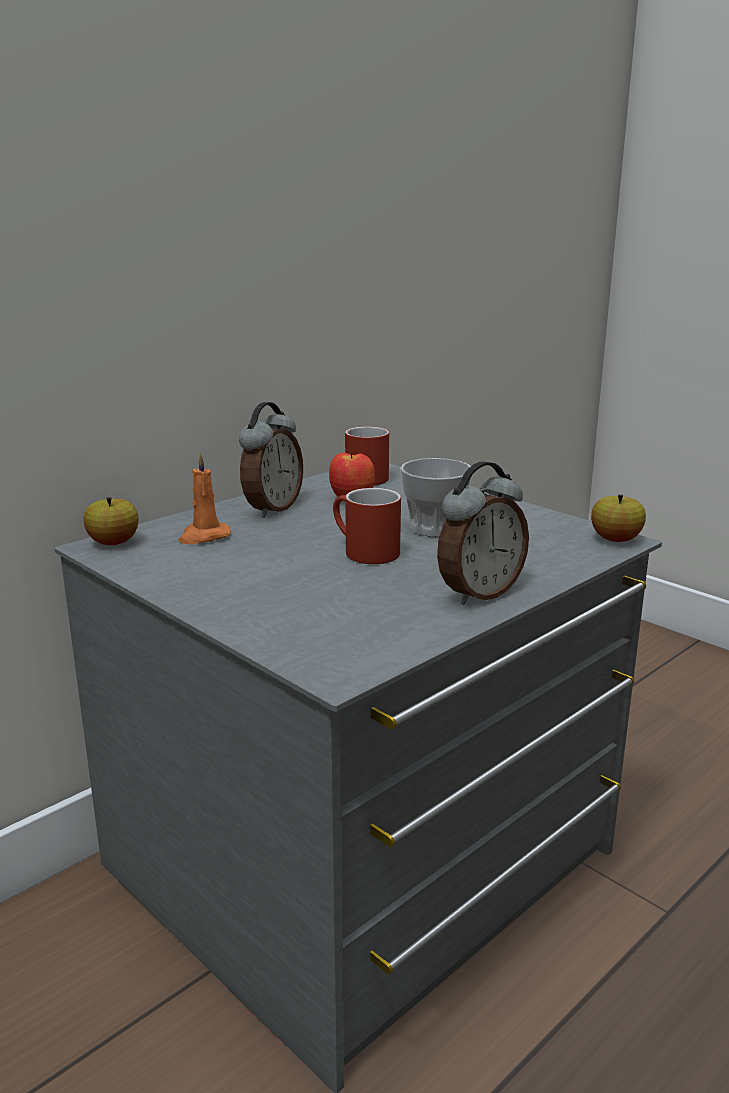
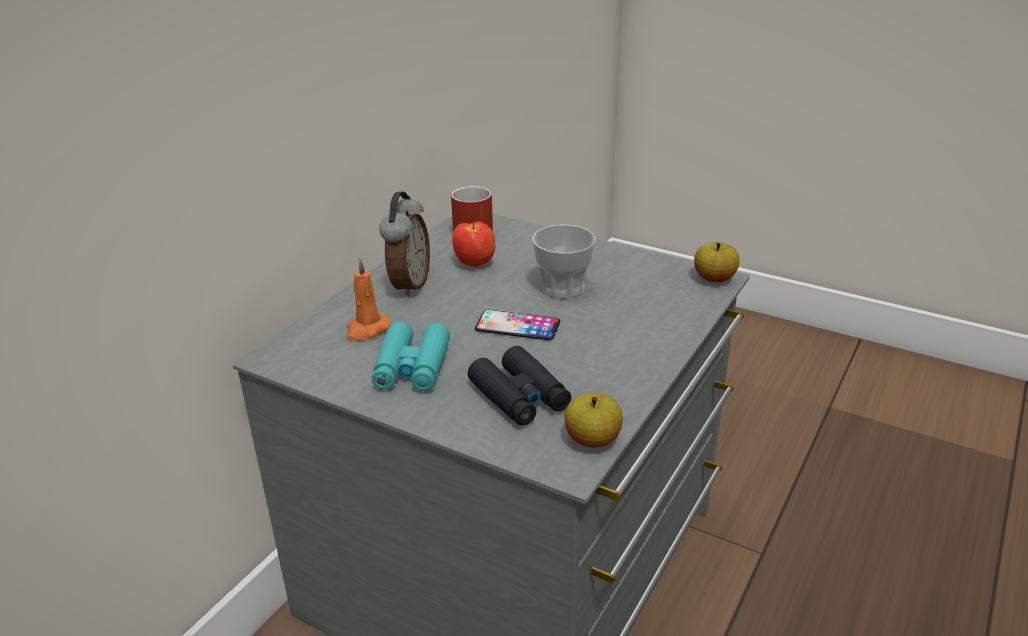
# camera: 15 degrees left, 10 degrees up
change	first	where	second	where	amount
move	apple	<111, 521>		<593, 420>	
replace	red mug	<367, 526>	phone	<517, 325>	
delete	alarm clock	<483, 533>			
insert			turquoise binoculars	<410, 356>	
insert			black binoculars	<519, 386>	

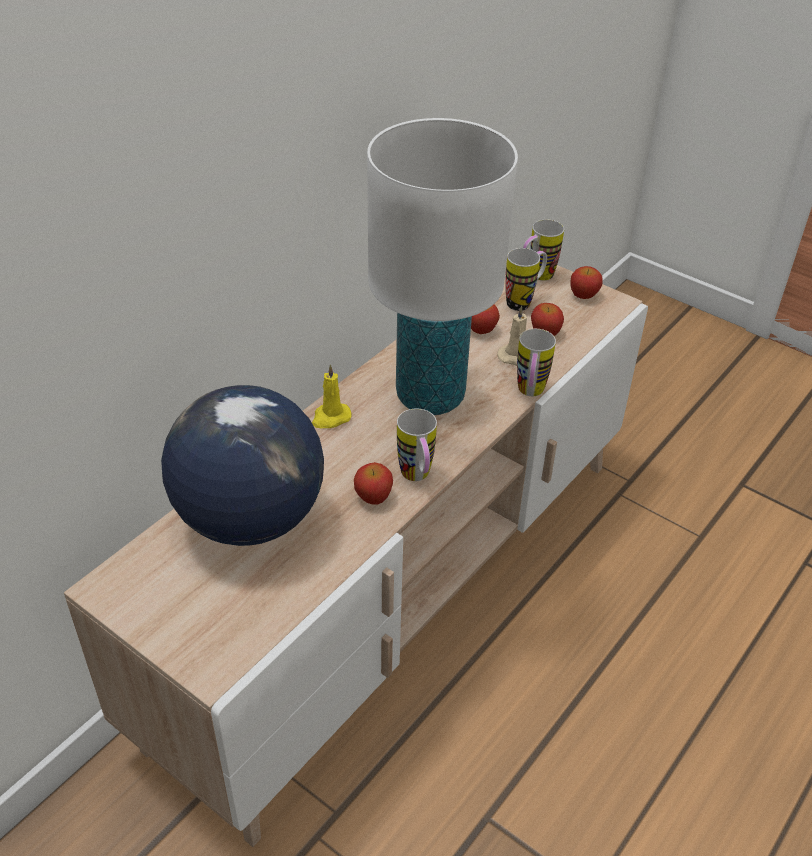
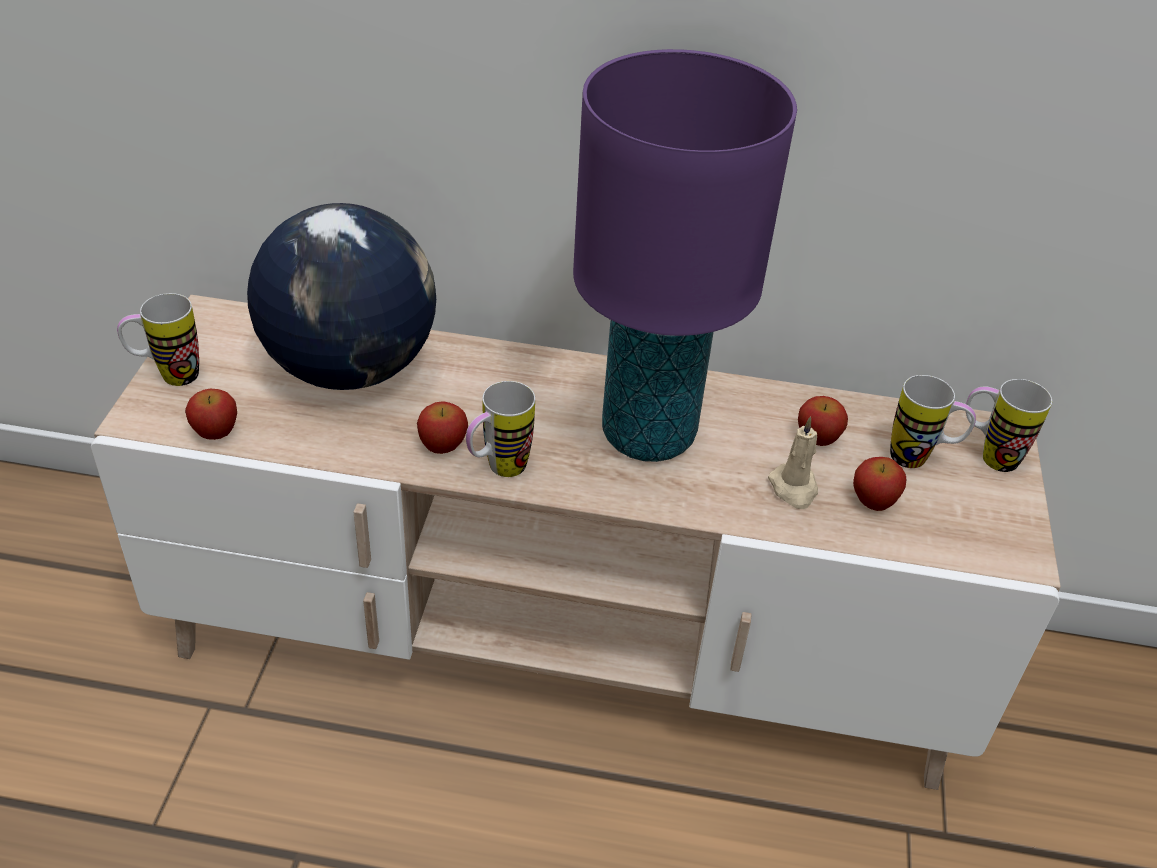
# camera: 60 degrees right, 0 degrees up
change	first	where	second	where	amount
delete	yellow candle	<331, 396>			
recolor	white table lamp	<442, 266>	purple table lamp	<685, 255>	
move	mug	<536, 362>		<158, 339>	
move	apple	<586, 282>		<211, 414>	

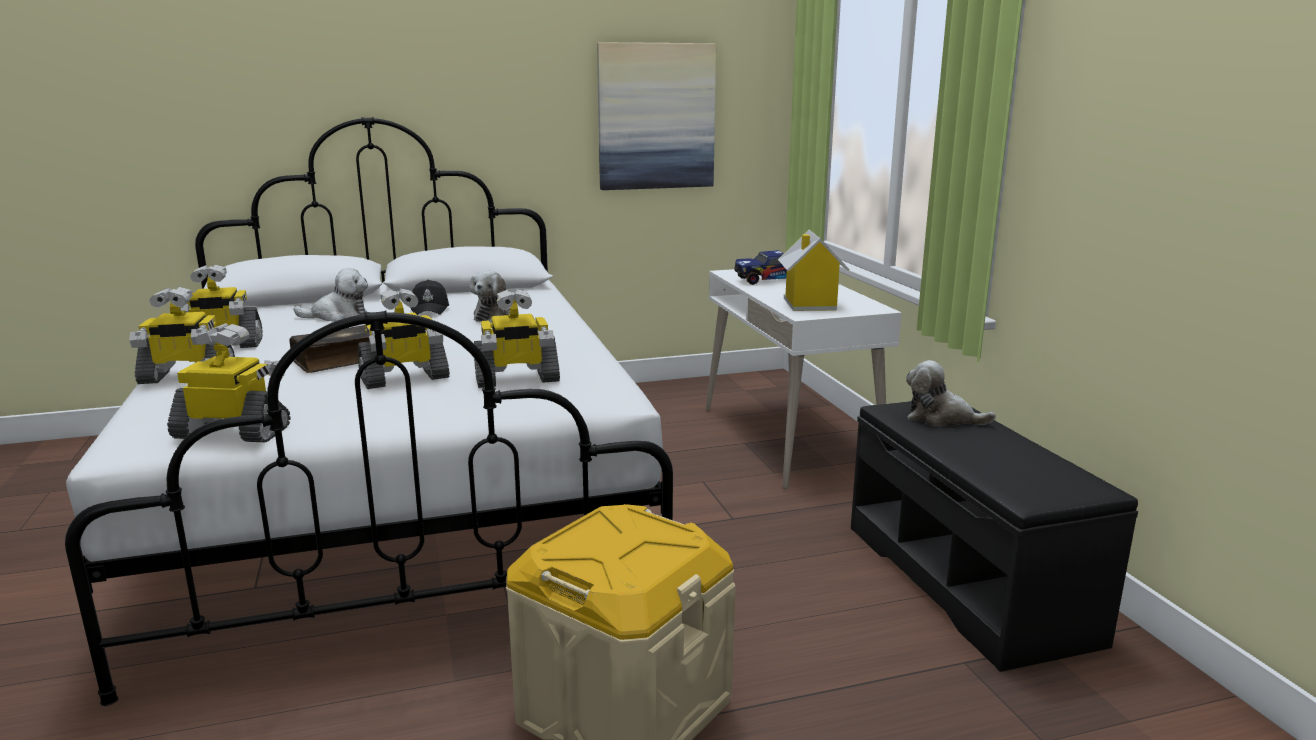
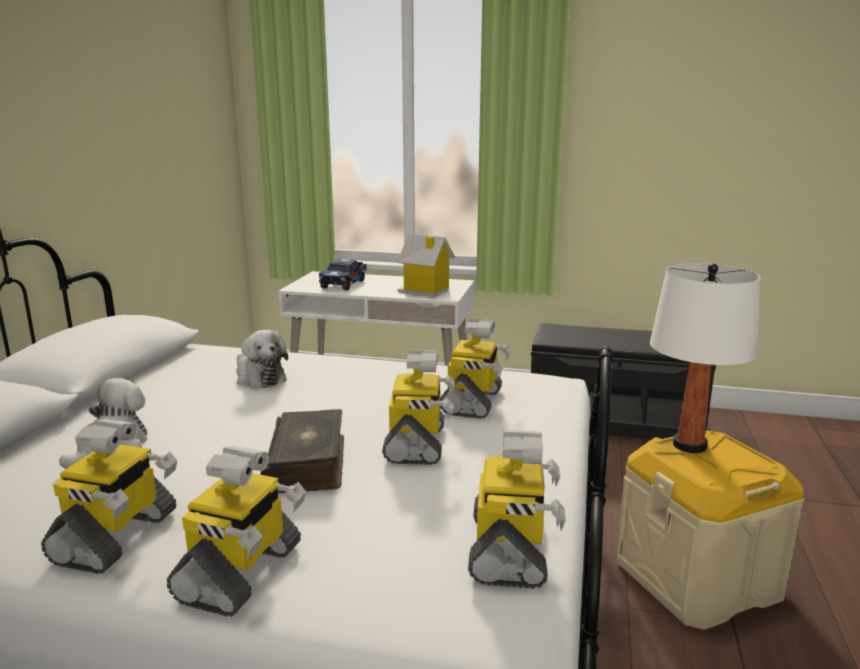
# camera: 60 degrees left, 0 degrees up
change	first	where	second	where	amount
rotate	toy robot	<228, 382>		<517, 509>	150 degrees clockwise
delete	black cap	<429, 297>			
delete	picture	<656, 116>			
delete	plush toy	<951, 393>			
insert			white table lamp	<705, 358>	

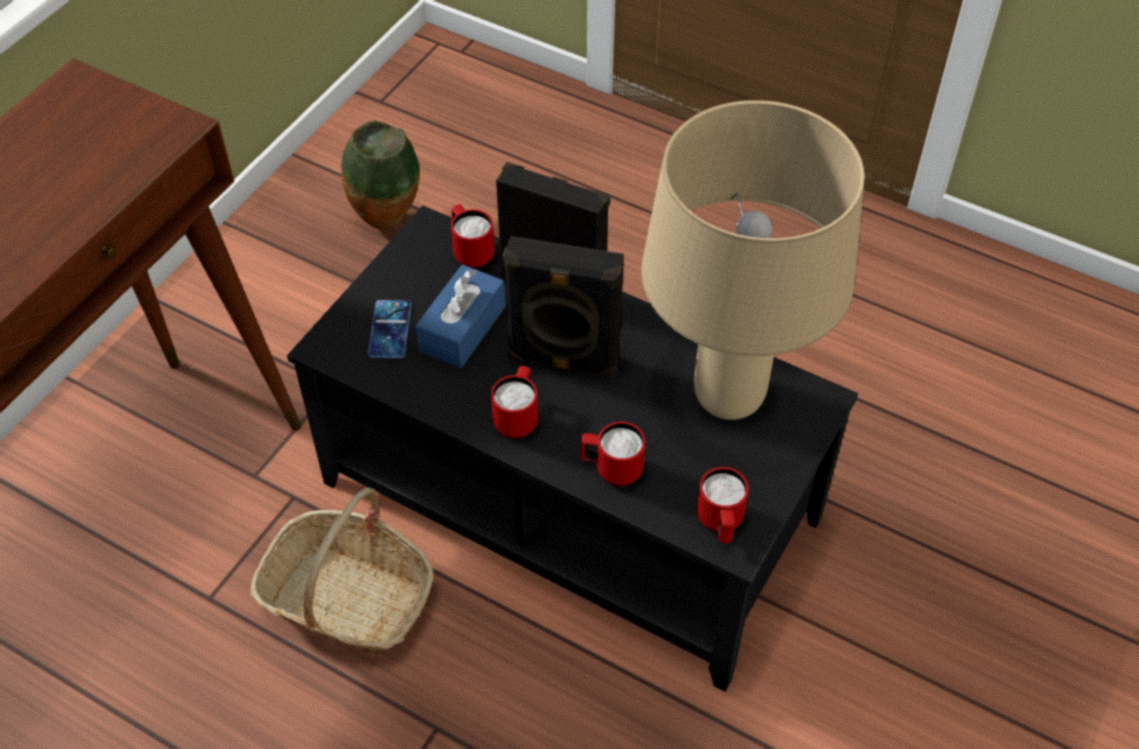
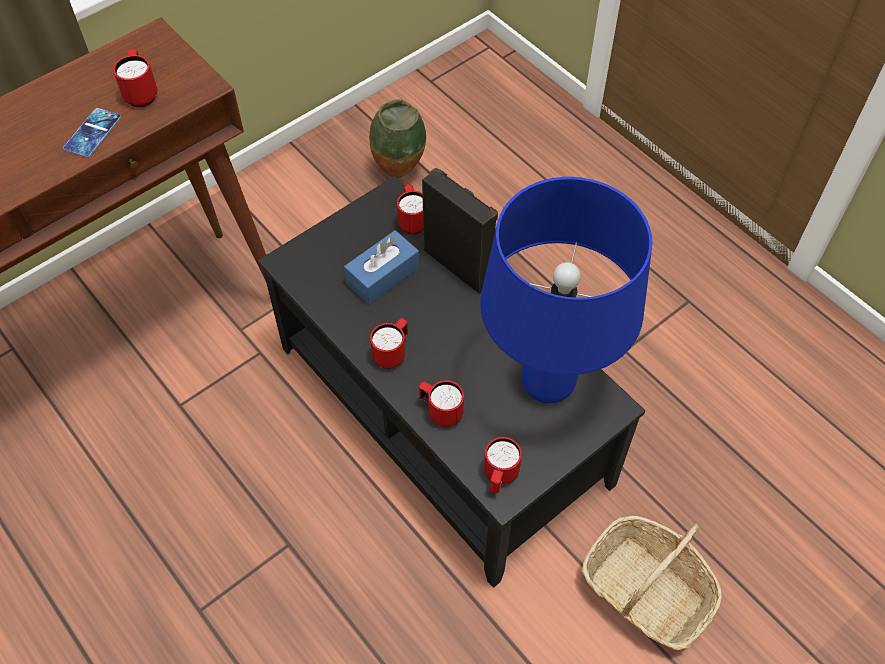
# camera: 20 degrees right, 5 degrees up
change	first	where	second	where	amount
move	basket	<342, 570>		<651, 582>	
move	phone	<389, 329>		<92, 132>	
delete	black speaker	<563, 306>			
recolor	beige table lamp	<753, 260>	blue table lamp	<566, 290>	
insert			red mug	<135, 78>	

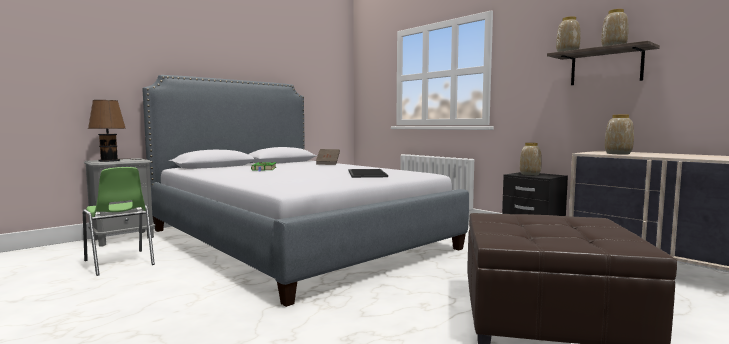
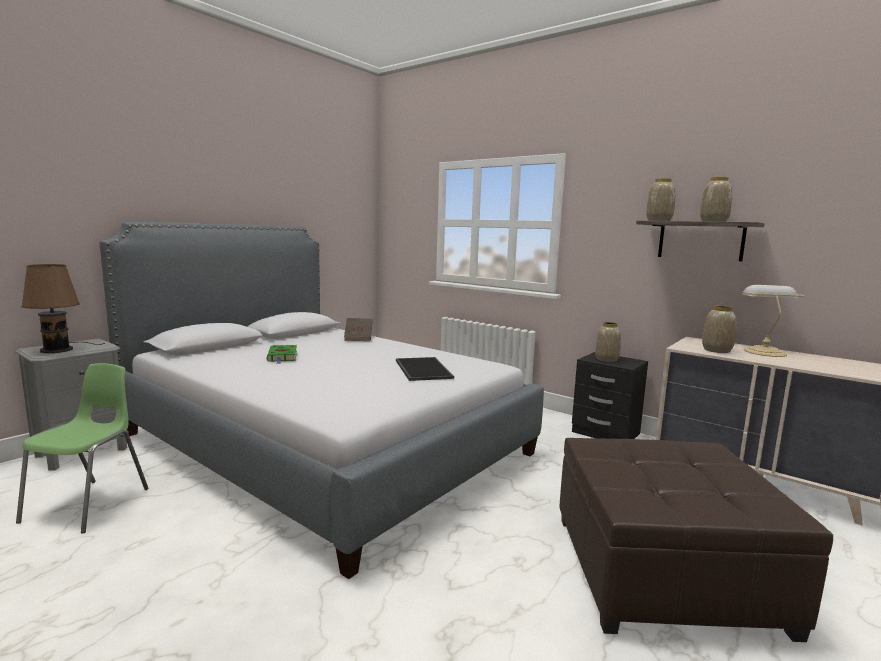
# camera: 10 degrees left, 5 degrees up
change	first	where	second	where	amount
rotate	green chair	<119, 221>		<82, 448>	120 degrees counterclockwise
insert			table lamp	<773, 321>	

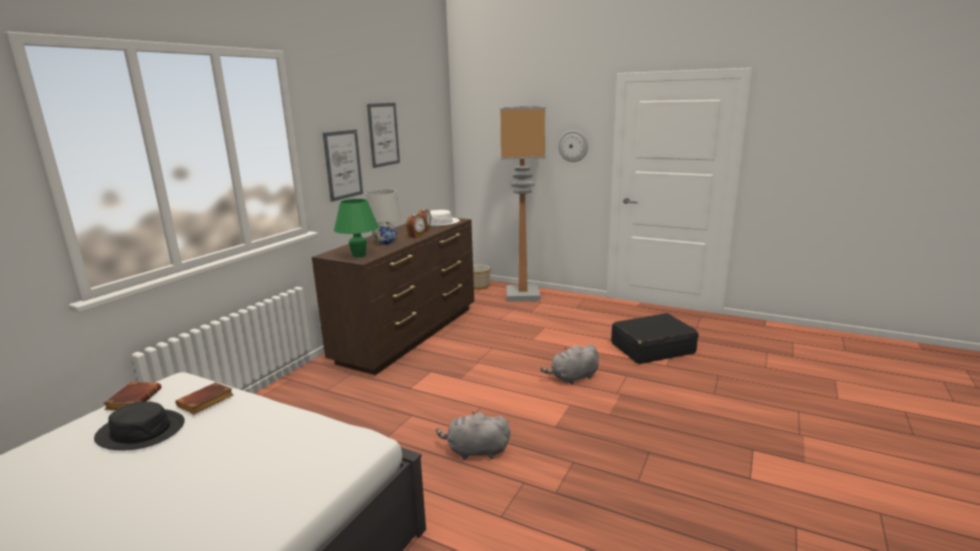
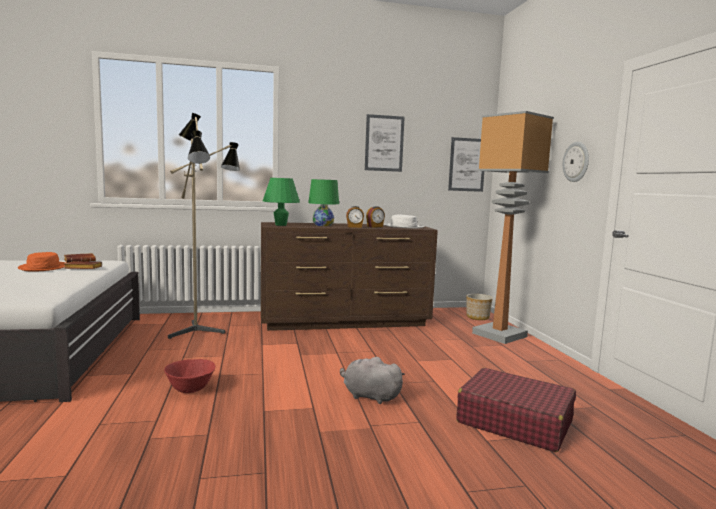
# camera: 50 degrees right, 10 degrees down
change	first	where	second	where	amount
recolor	black hat	<139, 425>	orange hat	<42, 262>	
move	picture	<343, 165>		<466, 164>	
recolor	white table lamp	<383, 217>	green table lamp	<323, 202>	
replace	grey plush toy	<473, 435>	red bowl	<190, 376>	
recolor	black suitcase	<655, 338>	red suitcase	<516, 410>	
insert			floor lamp	<204, 226>	

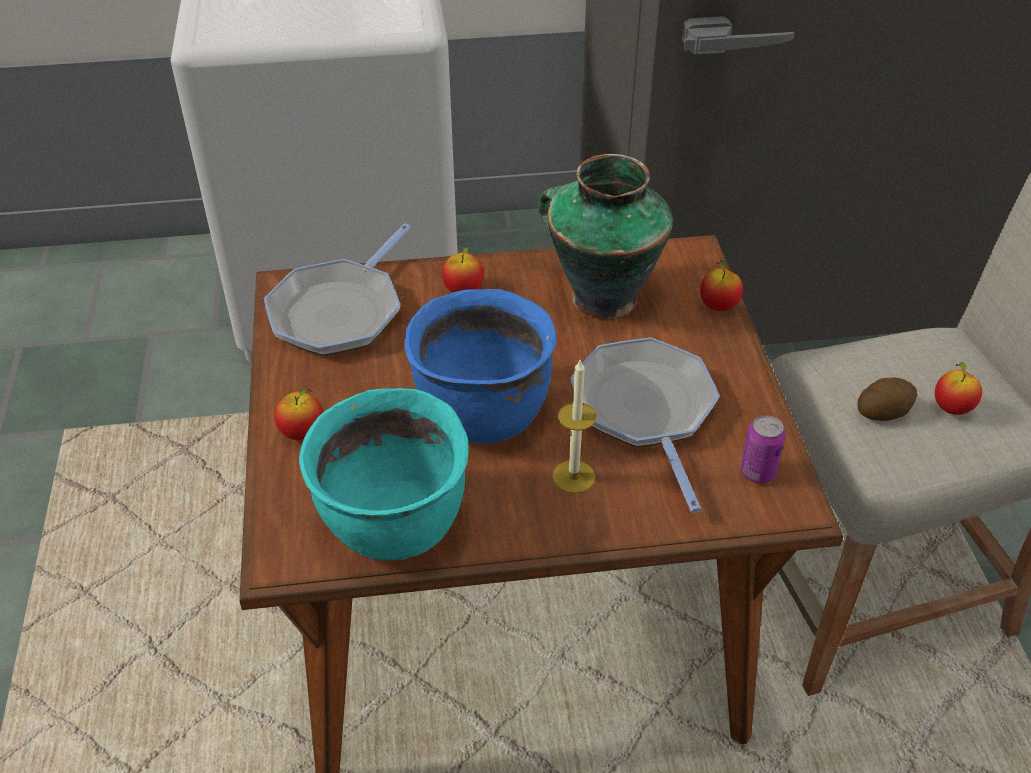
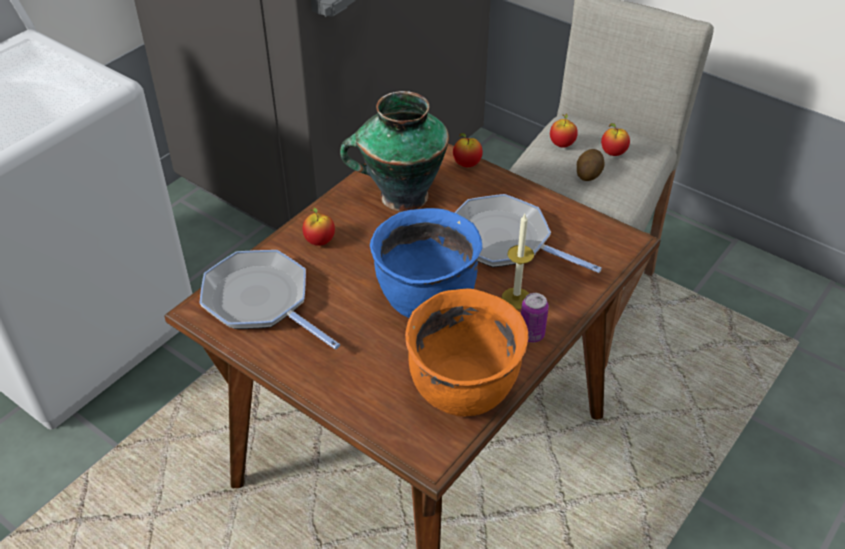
# camera: 45 degrees left, 0 degrees up
change	first	where	second	where	amount
rotate	frying pan	<337, 290>		<270, 299>	150 degrees clockwise
move	apple	<299, 413>		<564, 130>	
recolor	turquoise cooking pot	<384, 474>	orange cooking pot	<466, 353>	
move	can	<762, 449>		<535, 317>	

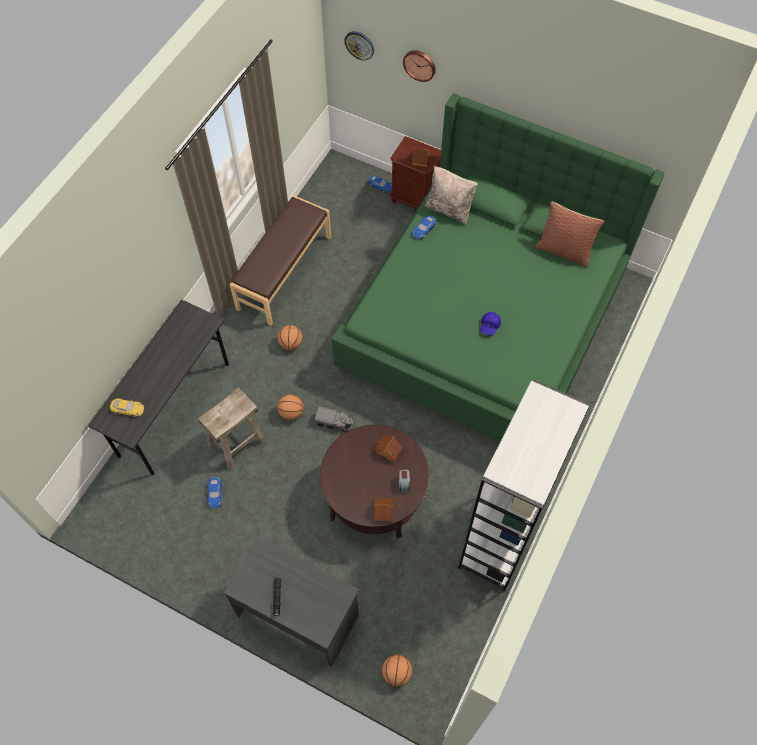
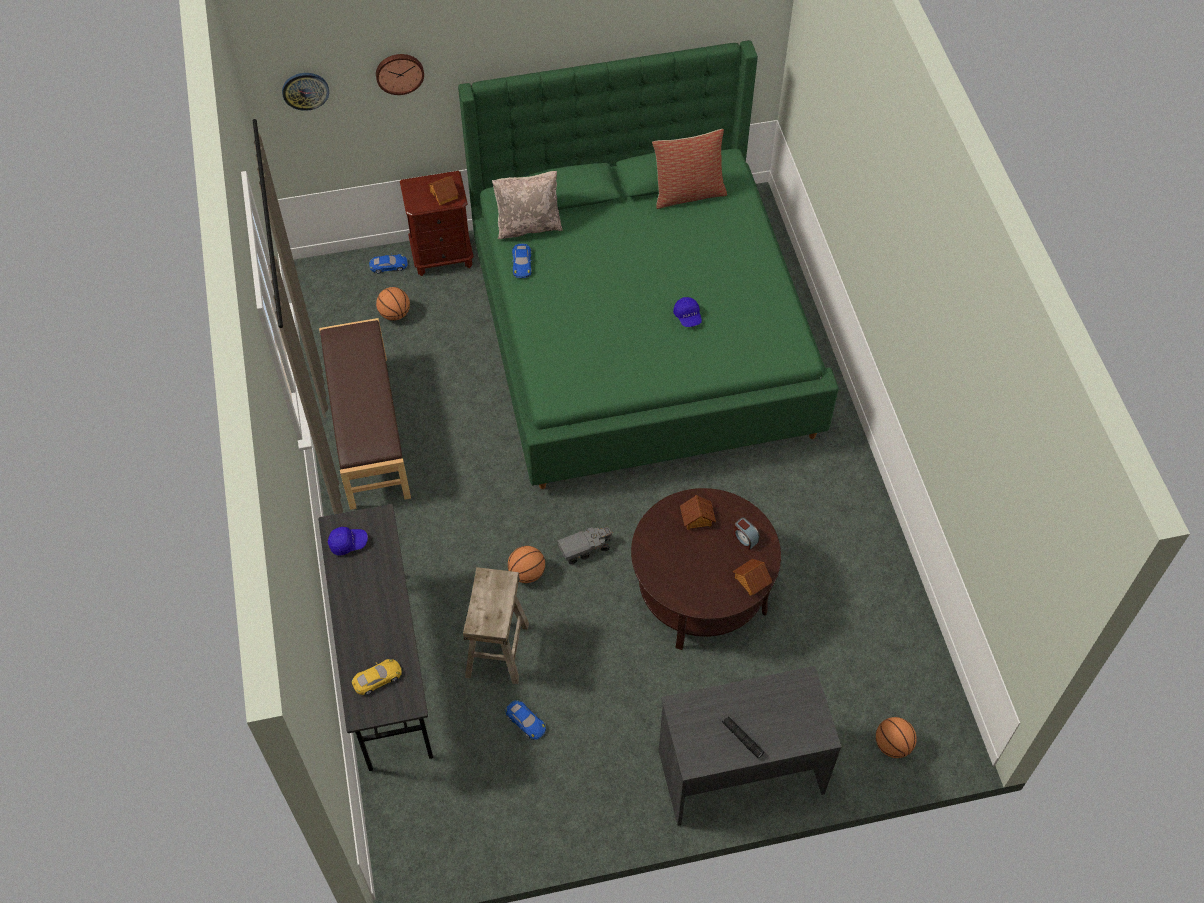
# camera: 40 degrees left, 5 degrees down
change	first	where	second	where	amount
move	basketball	<290, 337>		<393, 304>	
delete	white bookcase	<524, 485>			
insert			blue cap	<348, 541>	

